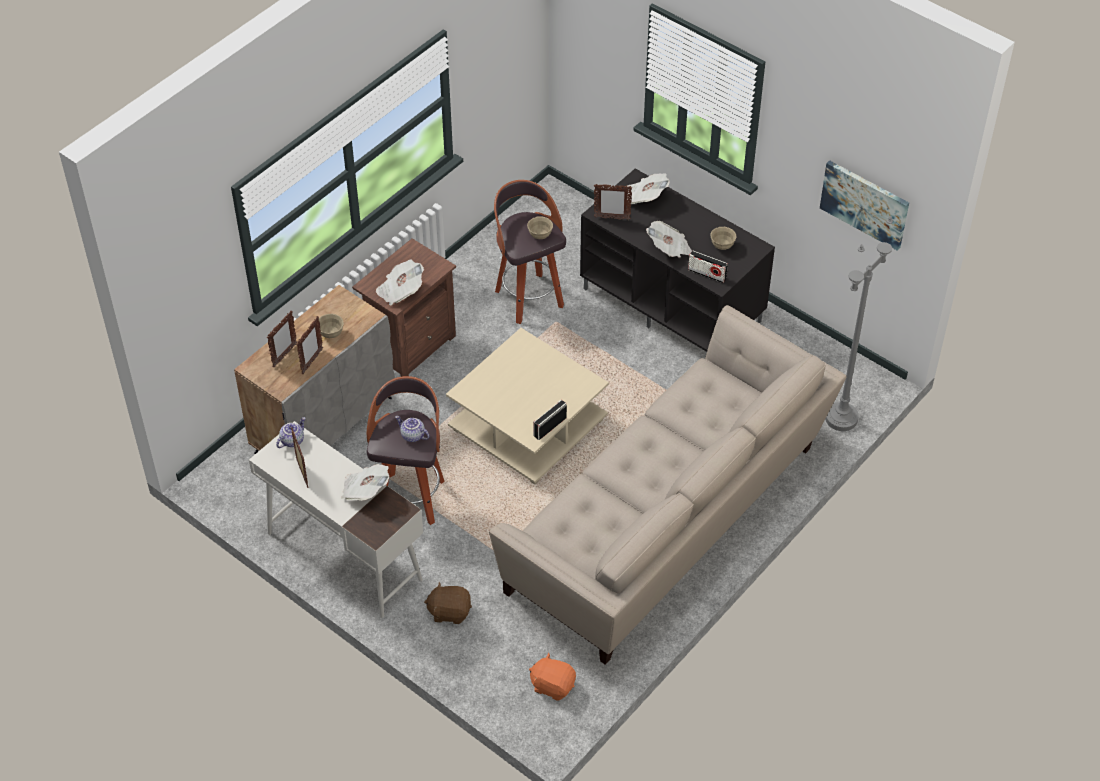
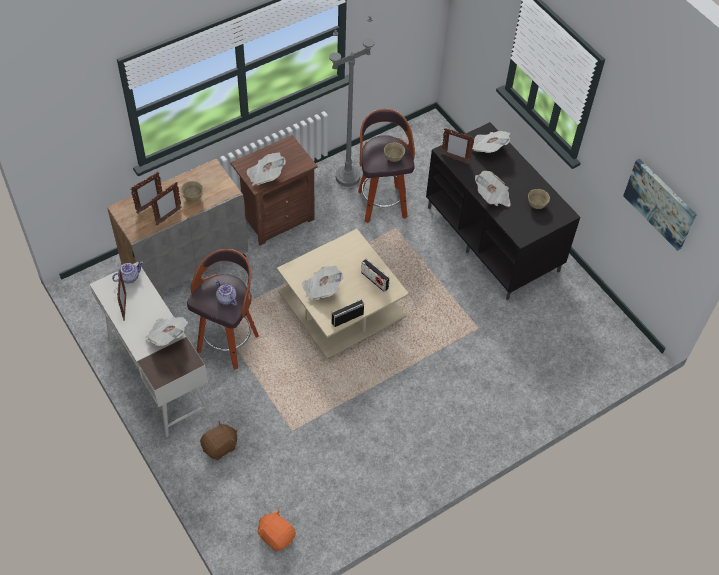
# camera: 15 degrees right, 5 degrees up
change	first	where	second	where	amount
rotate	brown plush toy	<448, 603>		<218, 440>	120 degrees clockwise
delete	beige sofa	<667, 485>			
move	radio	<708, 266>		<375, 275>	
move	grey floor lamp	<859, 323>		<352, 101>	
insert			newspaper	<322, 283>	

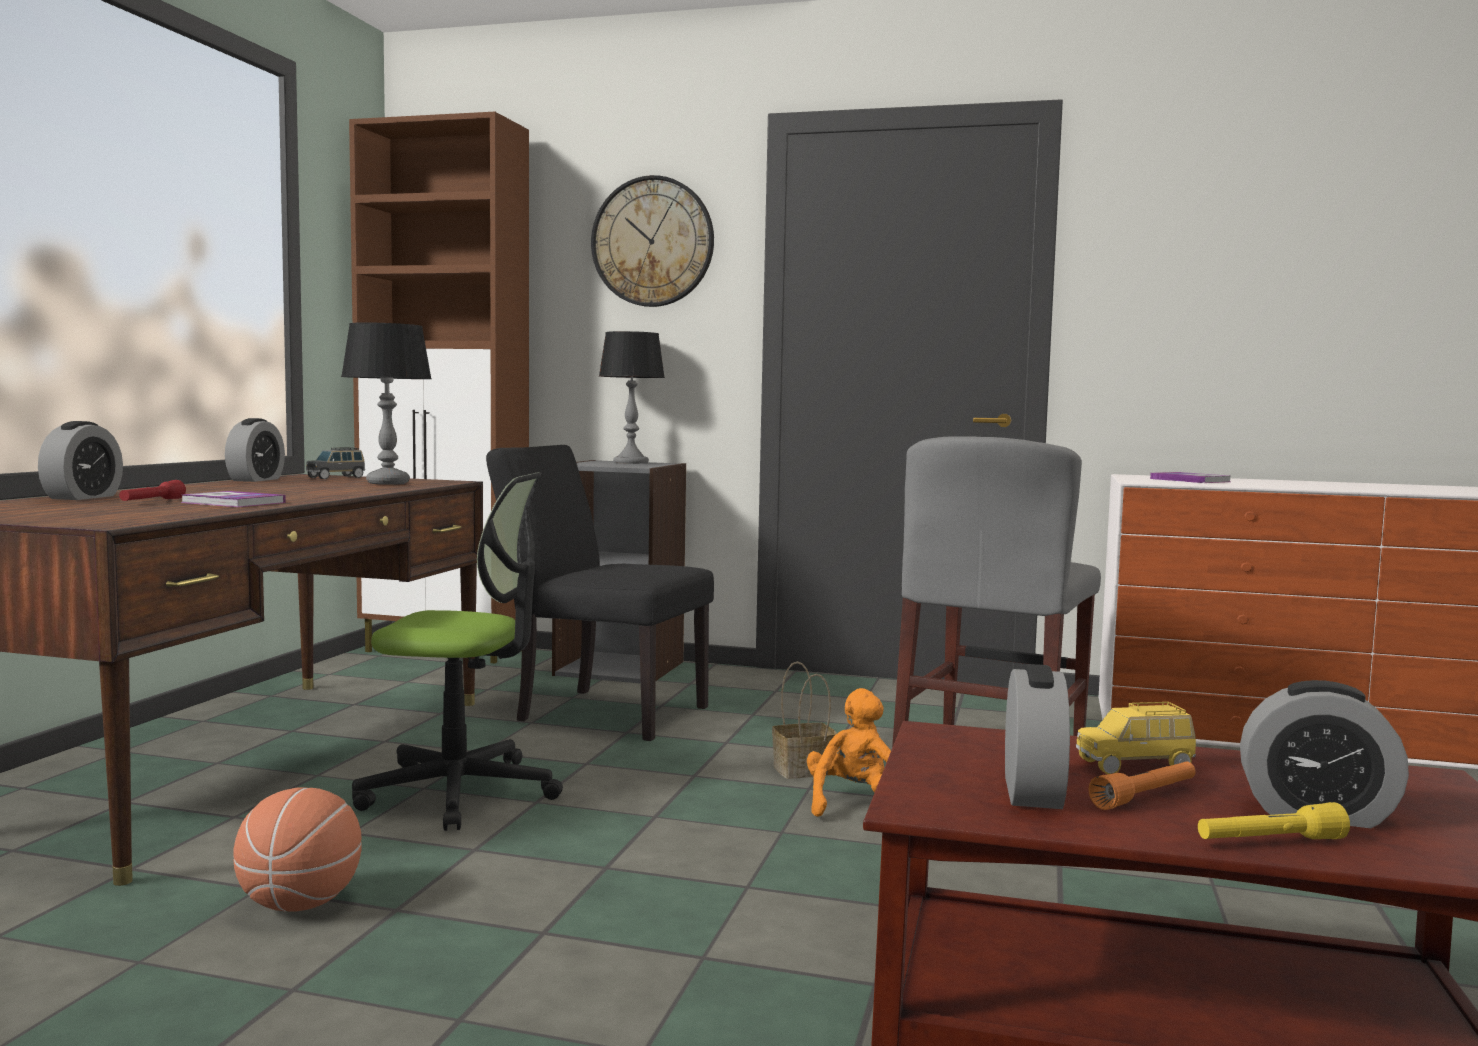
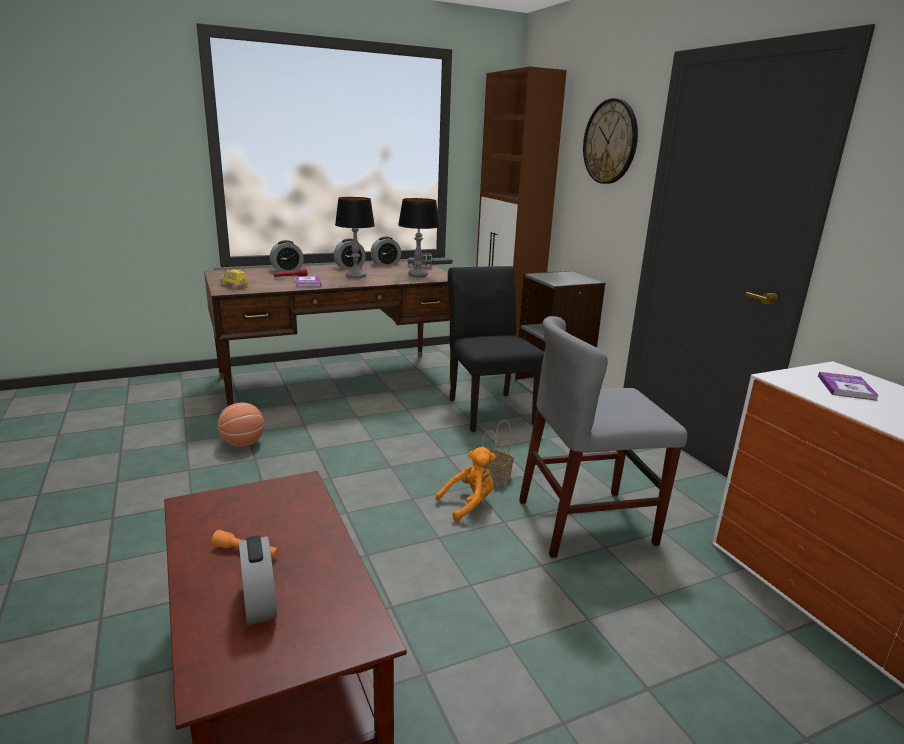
# camera: 50 degrees right, 15 degrees up
change	first	where	second	where	amount
delete	office chair	<457, 651>			
move	table lamp	<632, 397>		<355, 237>	
move	alarm clock	<1037, 736>		<350, 254>	
move	yellow toy car	<1136, 738>		<234, 279>	
delete	yellow flashlight	<1274, 820>			

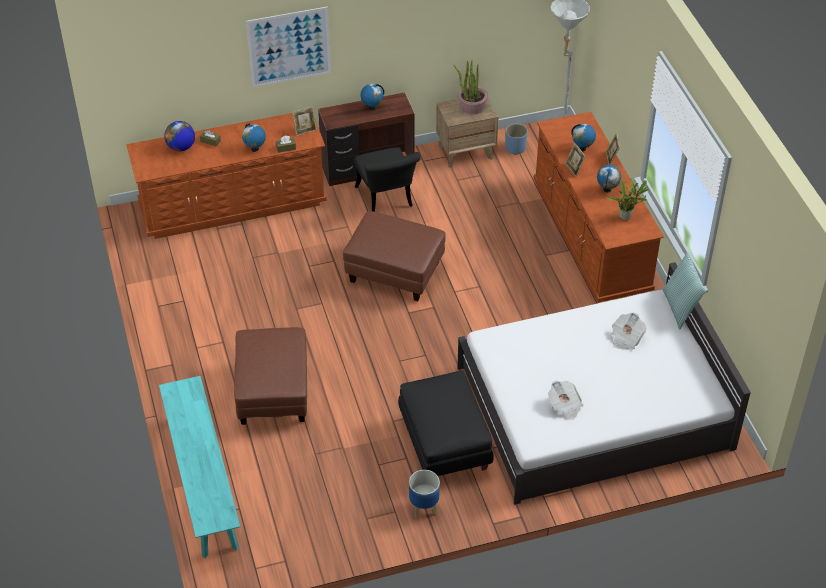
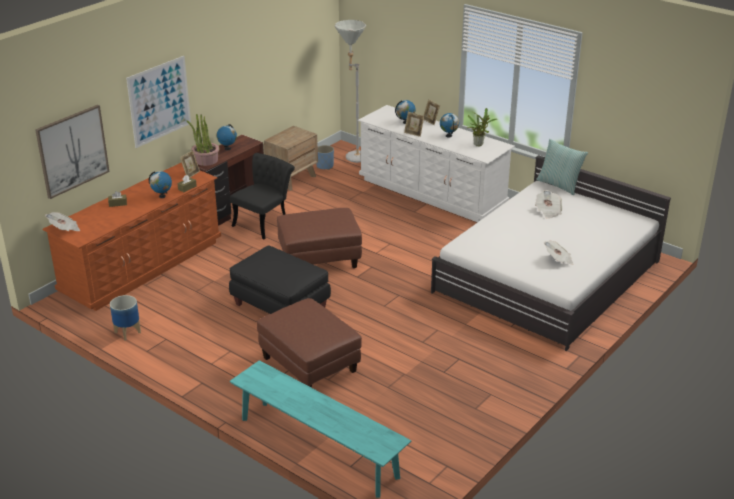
# camera: 35 degrees left, 15 degrees down
change	first	where	second	where	amount
delete	globe	<179, 136>			
rotate	black chair	<387, 179>		<262, 196>	90 degrees counterclockwise
move	black ottoman	<446, 423>		<280, 279>	
move	planter	<424, 494>		<125, 318>	
move	potted plant	<471, 87>		<203, 140>	
recolor	brown dresser	<599, 207>	white dresser	<436, 163>	
insert			picture	<72, 152>	
insert			newspaper	<62, 221>	

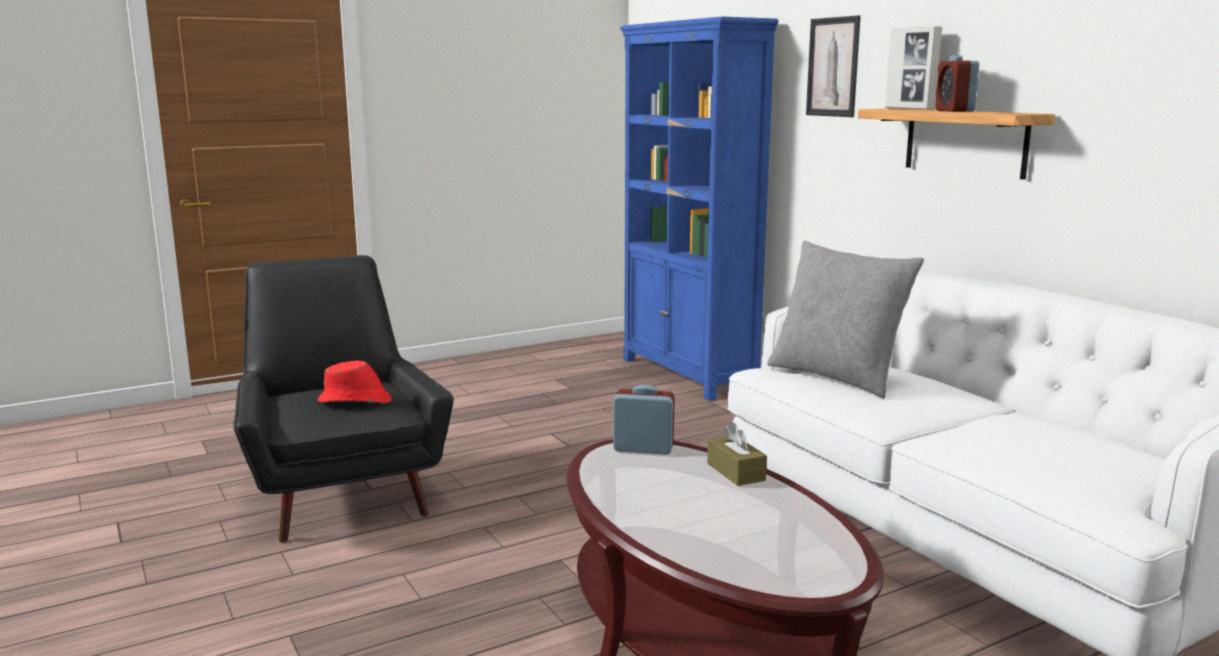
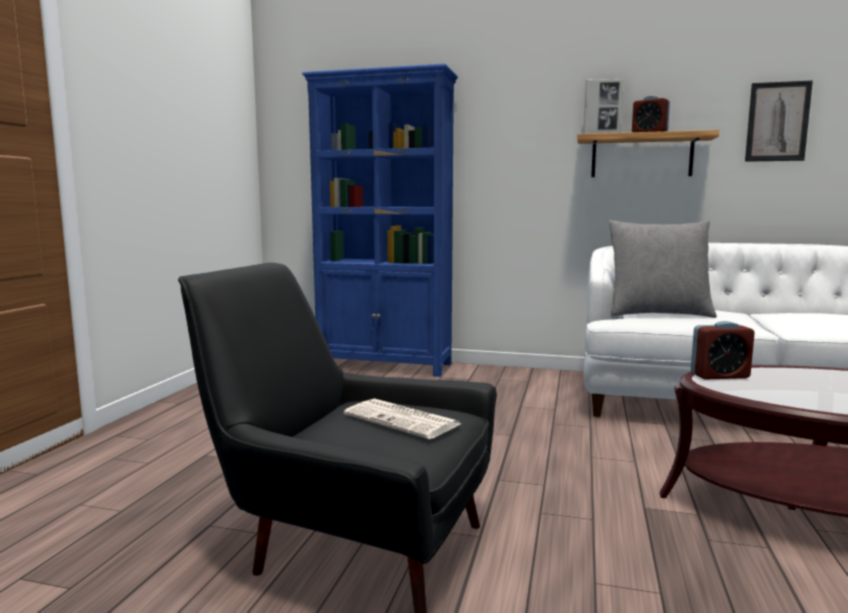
# camera: 45 degrees left, 5 degrees down
change	first	where	second	where	amount
replace	red hat	<354, 382>	newspaper	<402, 418>	
rotate	alarm clock	<644, 420>		<723, 350>	150 degrees counterclockwise
delete	brown tissue box	<737, 454>			
move	picture	<833, 66>		<779, 121>	

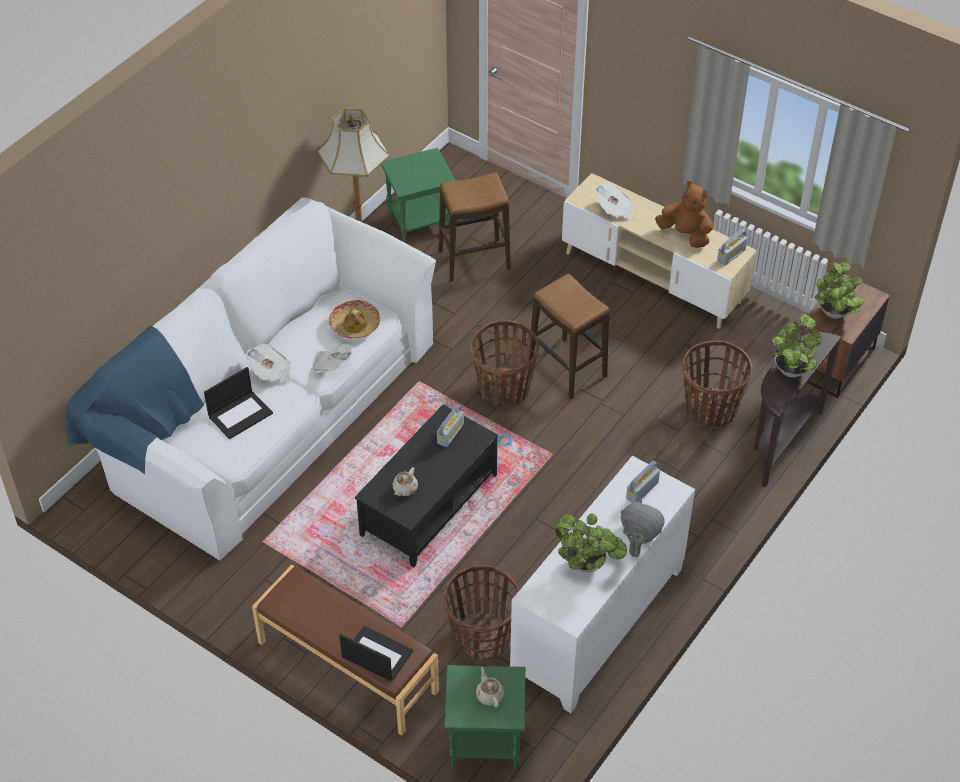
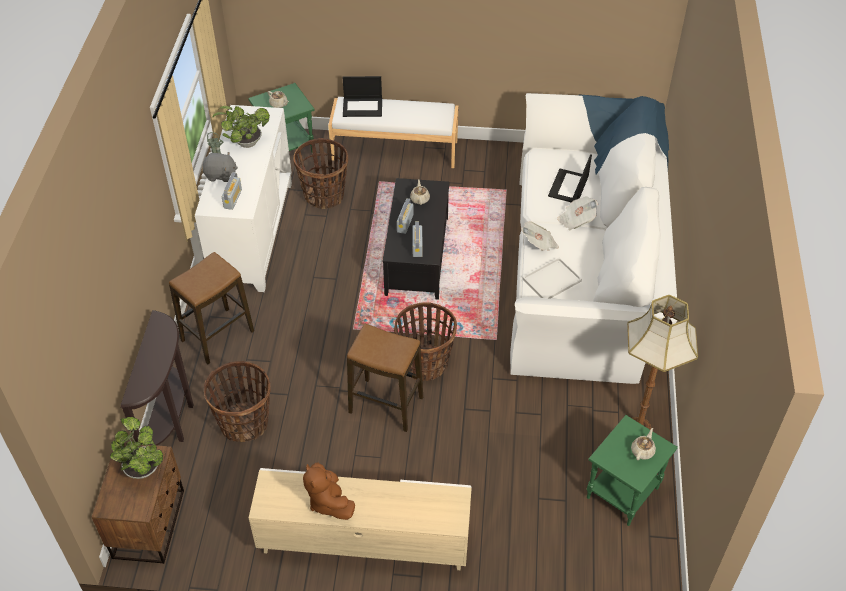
# camera: 150 degrees right, 0 degrees up
change	first	where	second	where	amount
recolor	brown bench	<345, 650>	white bench	<393, 132>	
replace	hat	<354, 319>	white tray	<552, 277>	
move	stool	<475, 227>		<211, 308>	
delete	newspaper	<613, 201>			
rotate	brown plush toy	<684, 214>		<329, 491>	60 degrees clockwise
move	radio	<732, 247>		<405, 216>	
delete	potted plant	<797, 345>			
insert			beige teapot	<643, 444>	

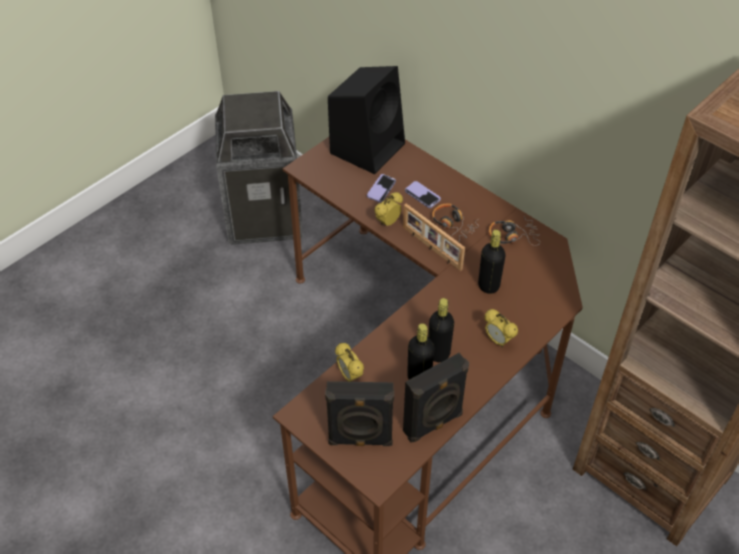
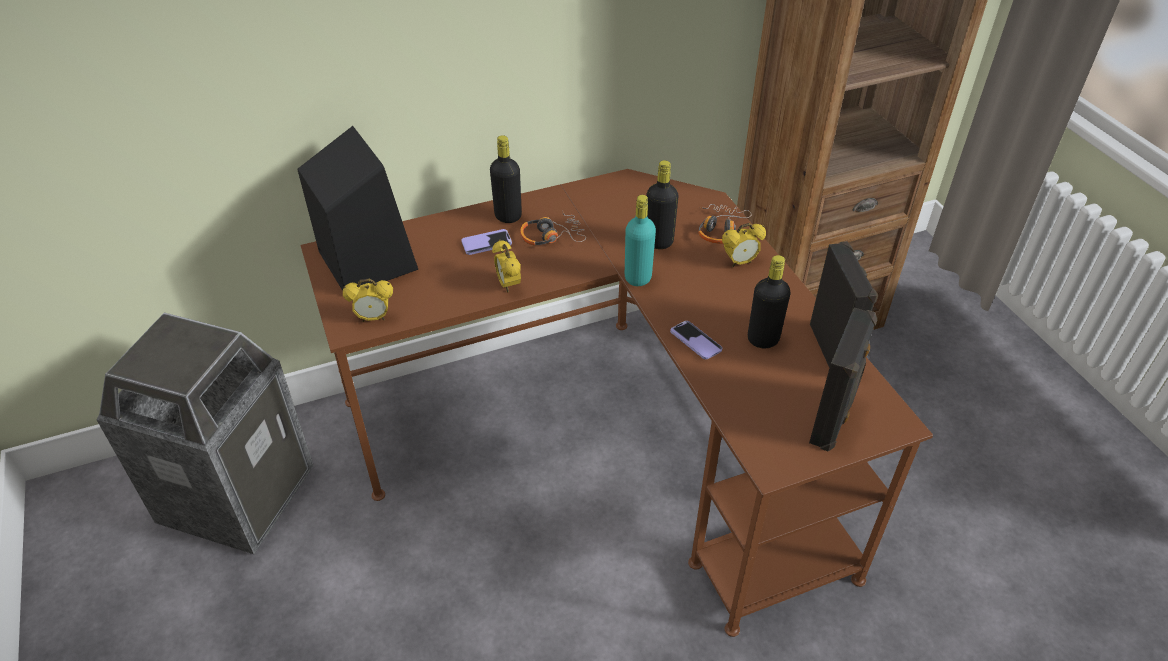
# camera: 65 degrees left, 5 degrees down
change	first	where	second	where	amount
move	alarm clock	<349, 362>		<368, 300>	
move	phone	<381, 188>		<696, 340>	
delete	picture frame	<434, 237>			
move	black bottle	<441, 330>		<506, 179>	
move	headphones	<514, 231>		<725, 224>	
insert			turquoise bottle	<640, 240>	

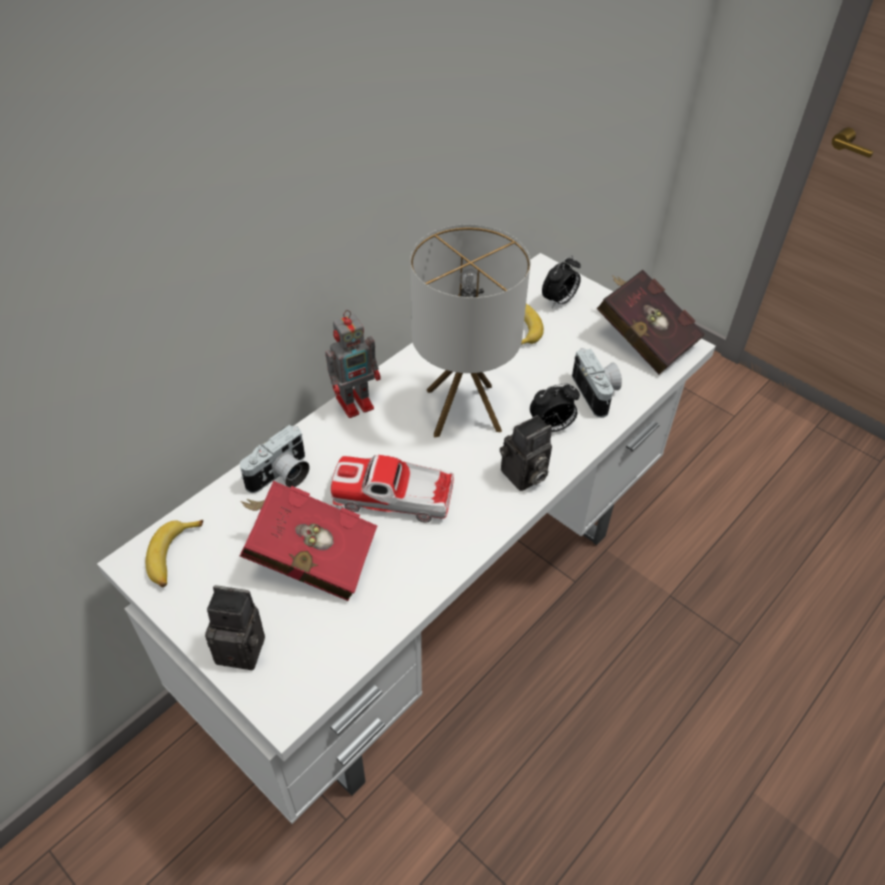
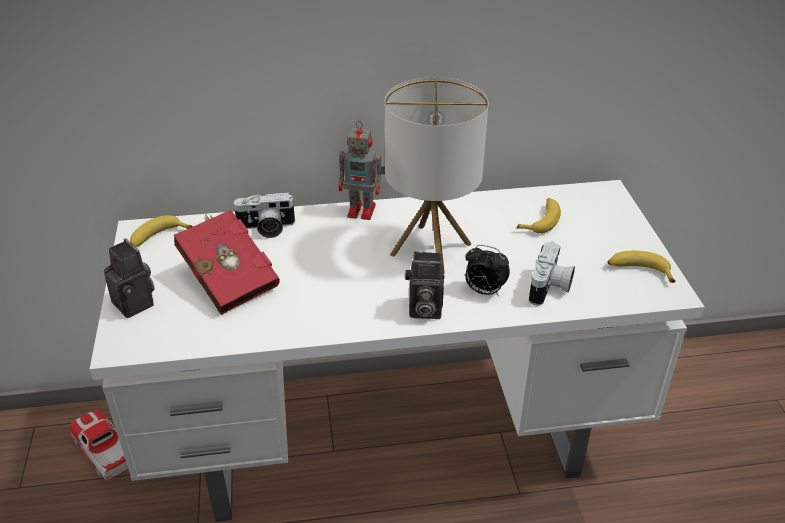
# camera: 40 degrees right, 10 degrees down
change	first	where	second	where	amount
move	toy car	<392, 489>		<98, 445>	
delete	alarm clock	<561, 281>			
replace	red book	<650, 322>	banana	<641, 267>	

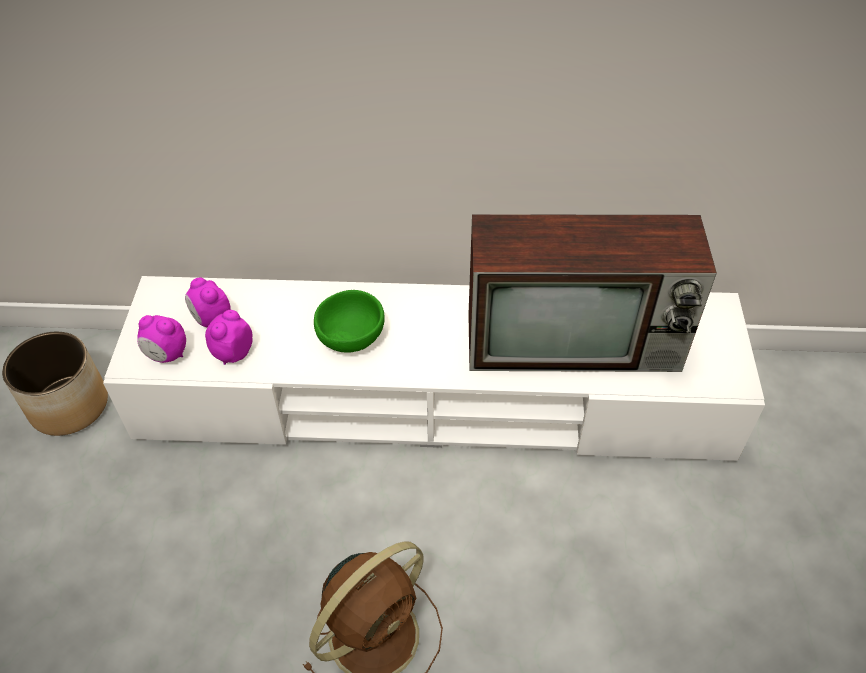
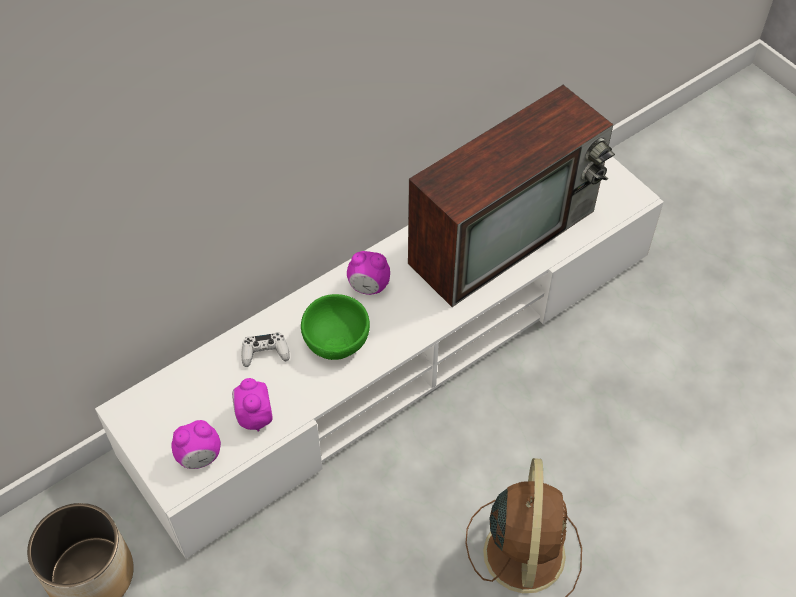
# camera: 40 degrees left, 5 degrees up
change	first	where	second	where	amount
move	alarm clock	<208, 302>		<368, 273>	
insert			white game controller	<265, 349>	

